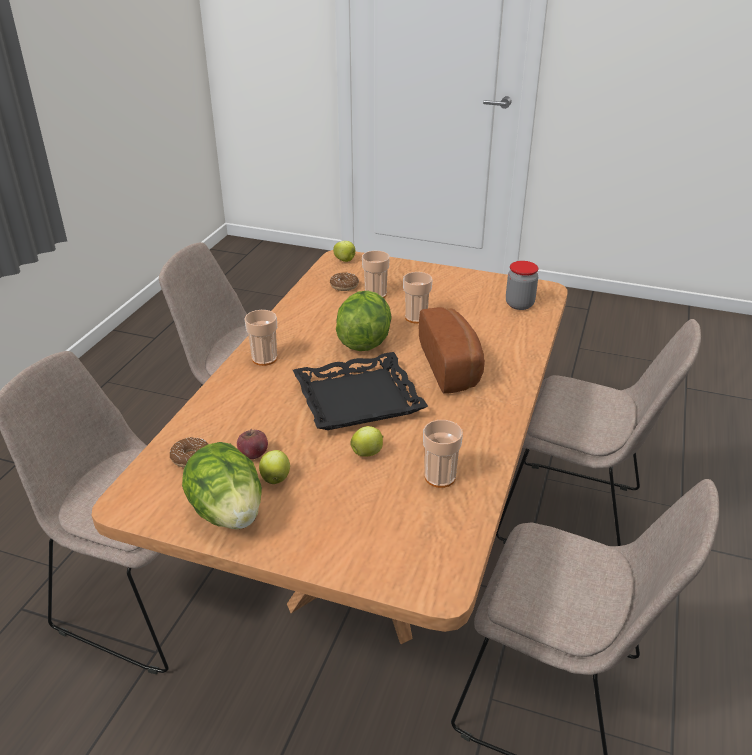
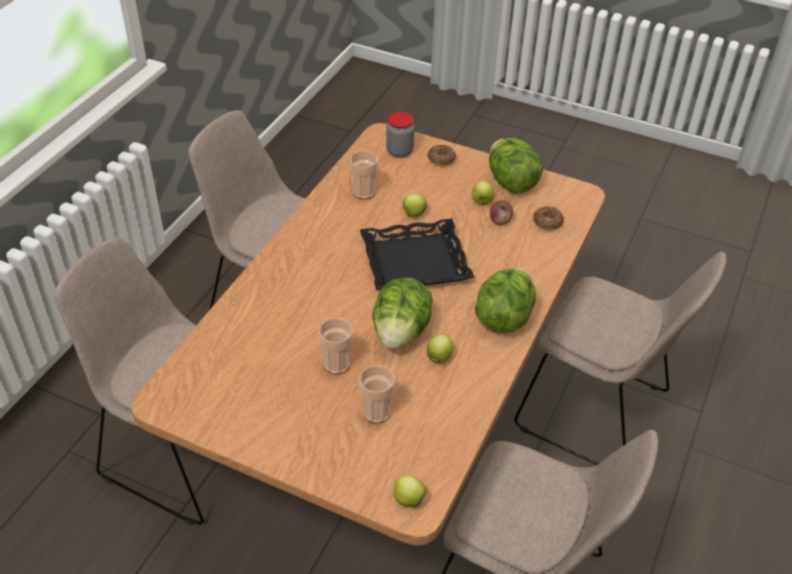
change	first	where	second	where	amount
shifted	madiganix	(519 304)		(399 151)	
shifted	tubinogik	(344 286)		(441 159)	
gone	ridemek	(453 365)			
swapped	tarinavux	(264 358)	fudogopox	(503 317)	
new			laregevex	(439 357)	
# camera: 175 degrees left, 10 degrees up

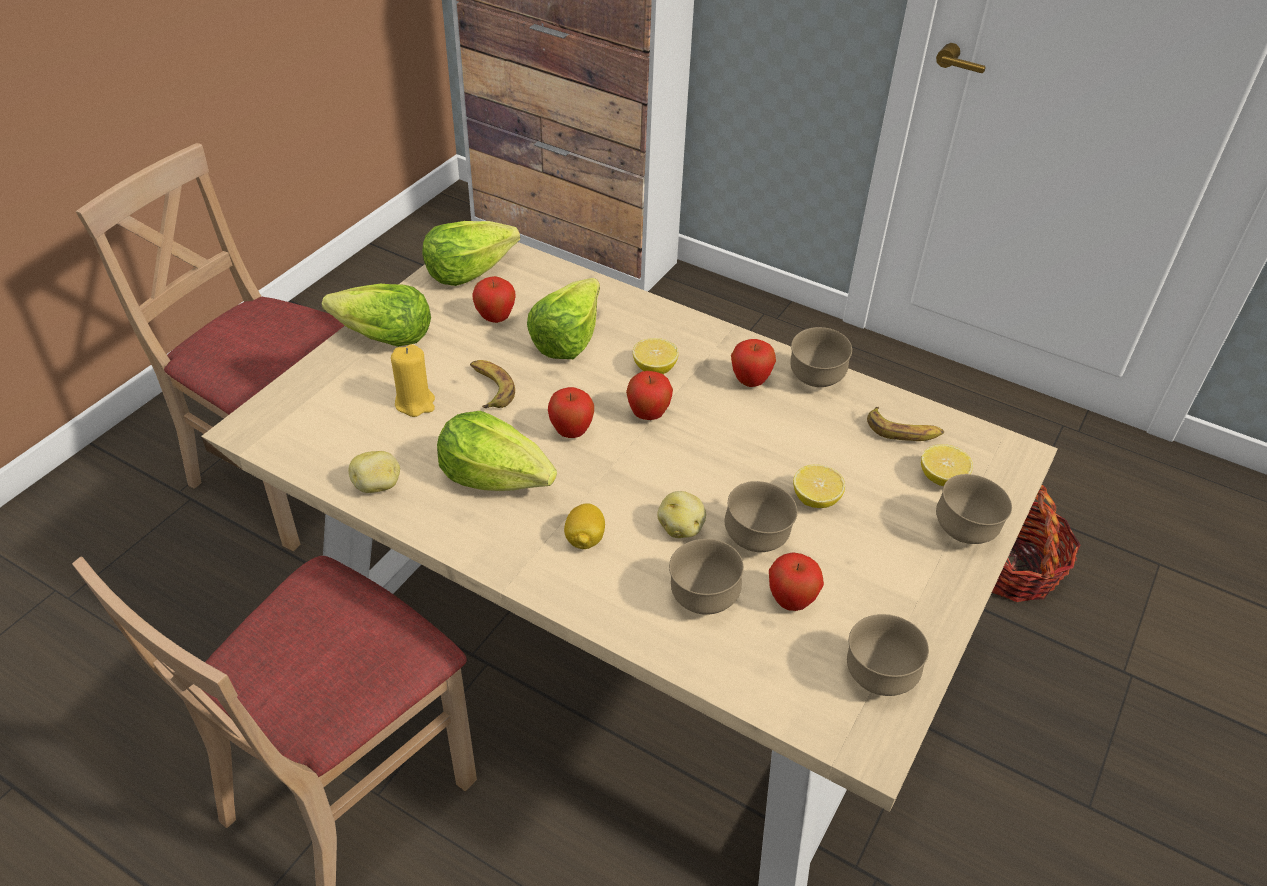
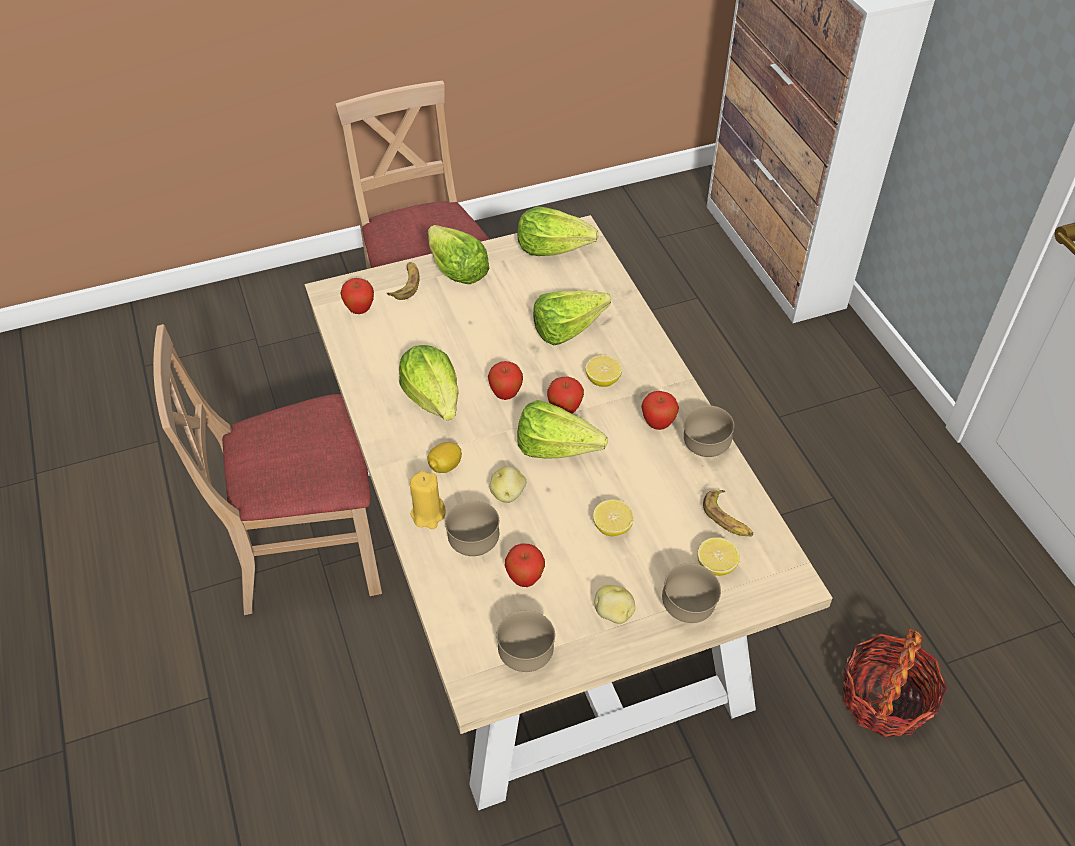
change	first	where	second	where	amount
shifted	laregevex	(495 319)		(360 310)	
shifted	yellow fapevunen	(415 403)		(428 514)	
shifted	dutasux	(489 388)		(406 284)	
shifted	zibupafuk	(378 486)		(613 613)	
gone	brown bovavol	(756 540)			
new			fudogopox	(562 452)	
# camera: 40 degrees right, 5 degrees up

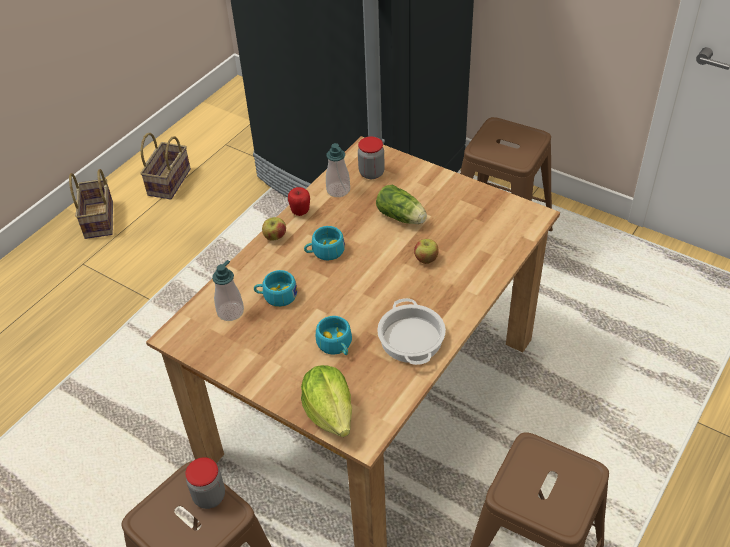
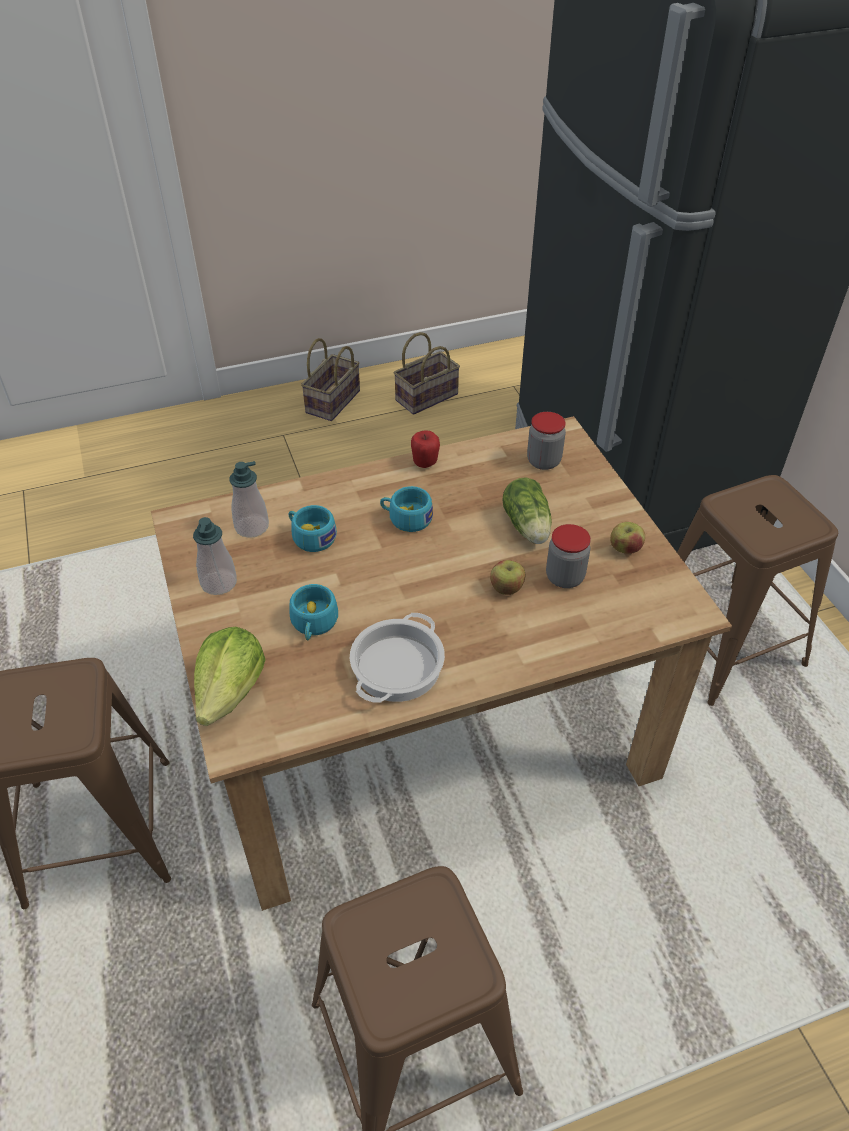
change	first	where	second	where	amount
shifted	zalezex	(338 190)		(219 583)	
shifted	laregevex	(275 237)		(625 549)	
shifted	madiganix	(209 496)		(564 577)	
# camera: 35 degrees right, 0 degrees up

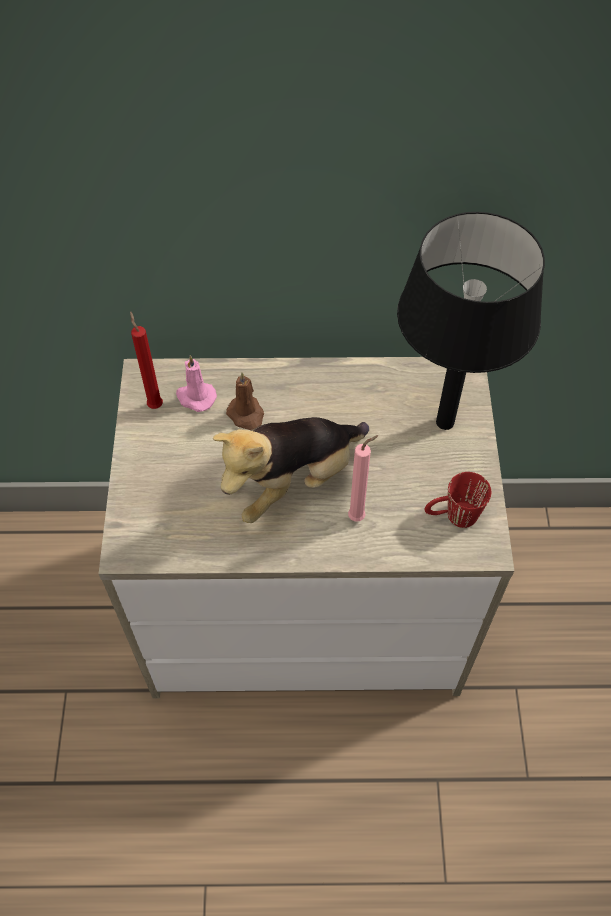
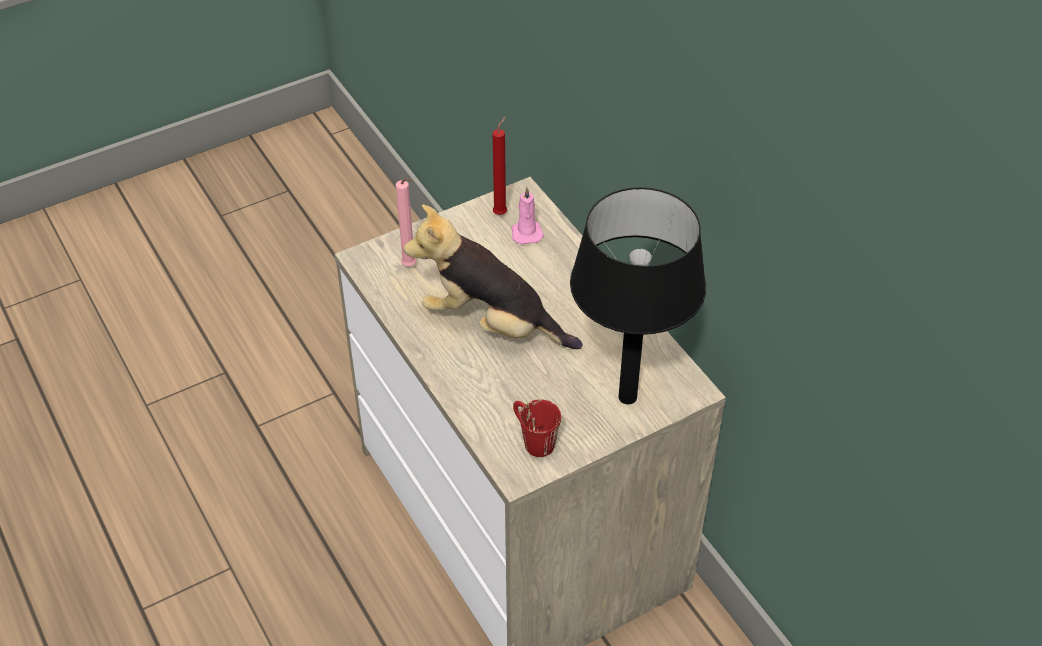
change	first	where	second	where	amount
gone	brown fapevunen	(246 415)			
shifted	pink fapevunen	(359 516)		(411 267)	
# camera: 60 degrees right, 10 degrees down

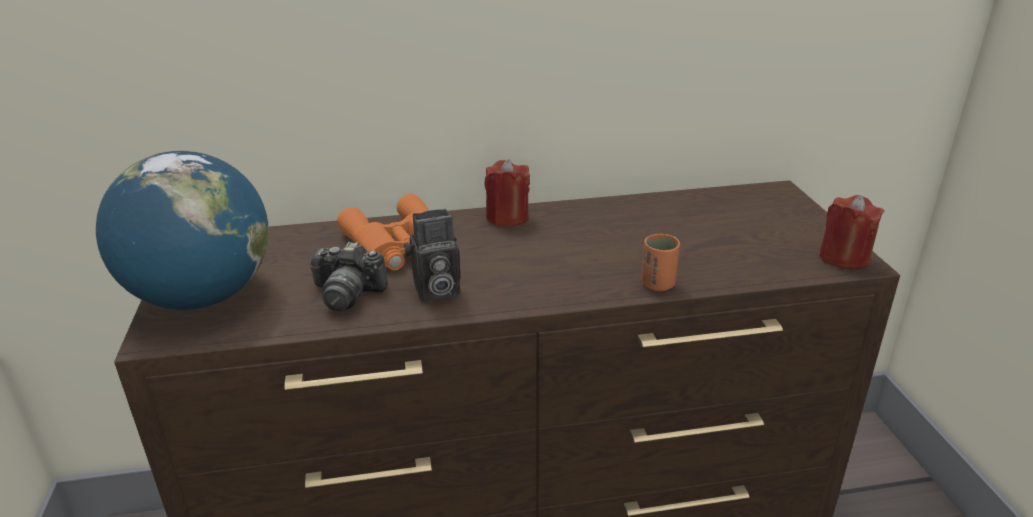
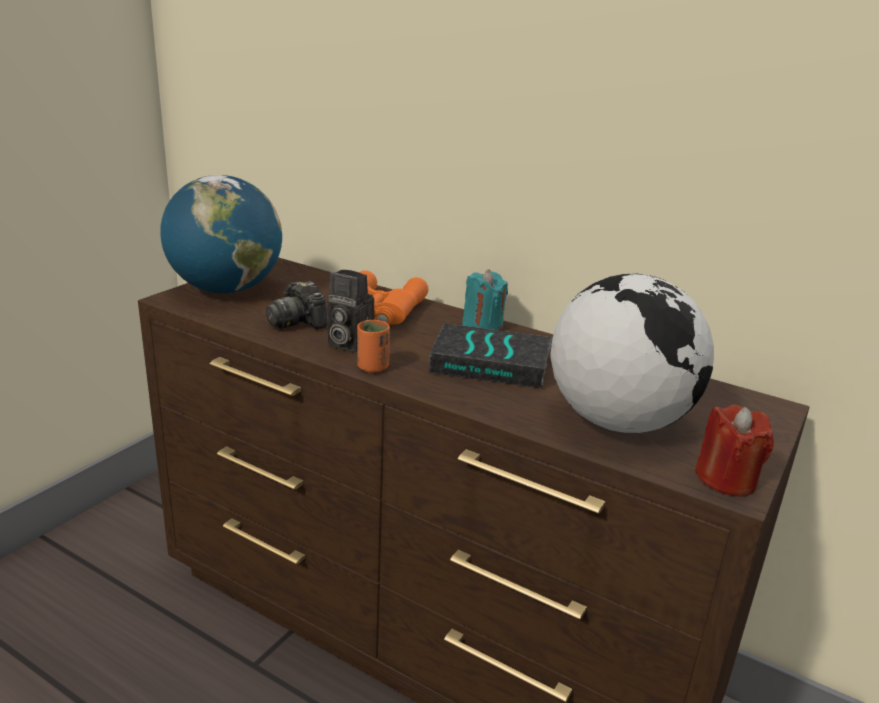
change	first	where	second	where	amount
repainted	red fapevunen	(507 217)	turquoise fapevunen	(482 326)	
shifted	orange tarinavux	(658 284)		(372 367)	
new			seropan	(618 422)	
new			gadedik	(492 363)	
# camera: 40 degrees right, 5 degrees down

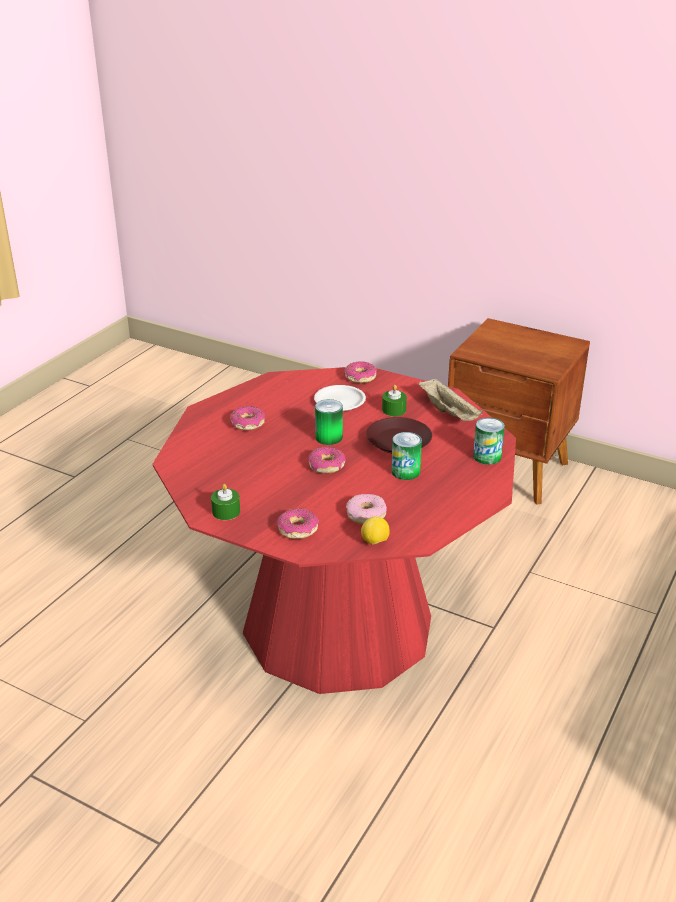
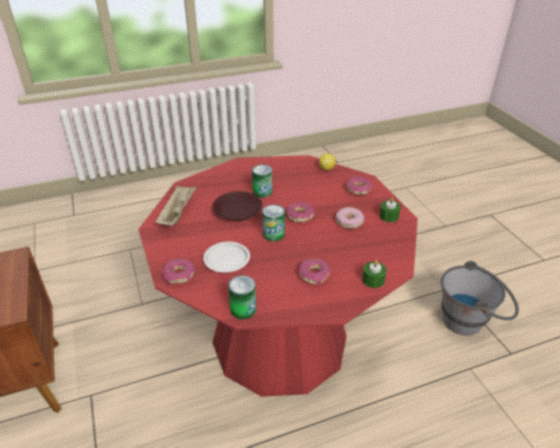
change	first	where	second	where	amount
shifted	green fapevunen	(394 410)		(373 280)	
shifted	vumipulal	(487 456)		(243 309)	
shifted	tubinogik	(366 514)		(349 221)	
new			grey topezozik	(470 321)	
# camera: 140 degrees left, 5 degrees up

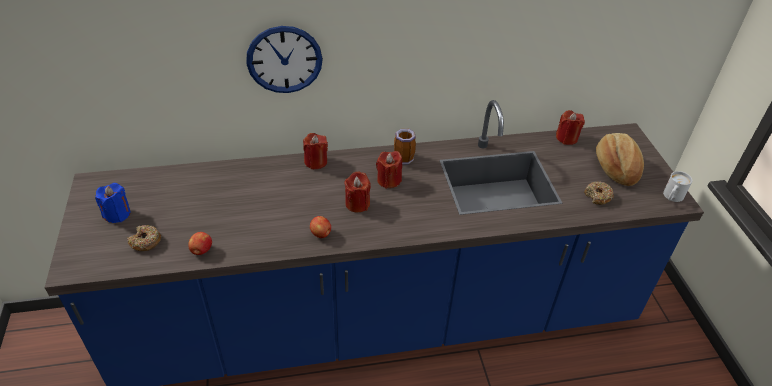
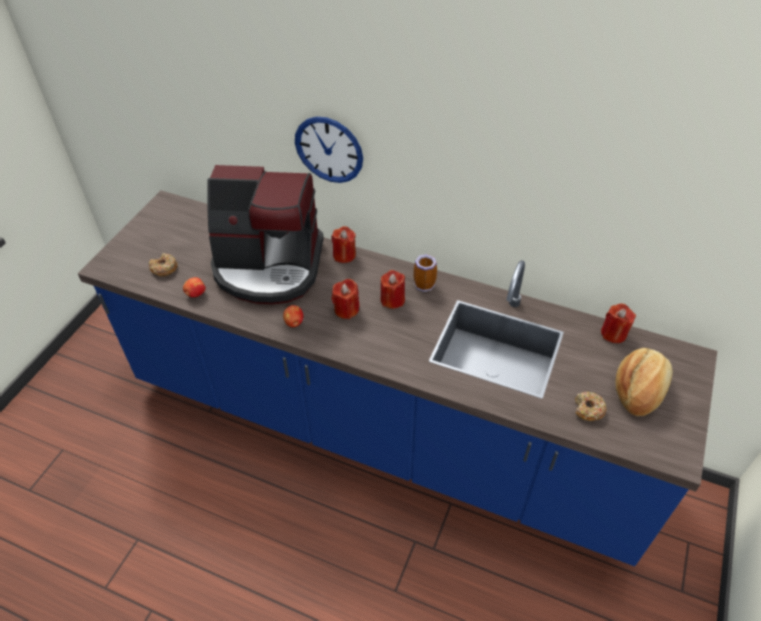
change	first	where	second	where	amount
gone	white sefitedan	(671 197)			
gone	blue fapevunen	(117 214)			
new			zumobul	(269 266)	
# camera: 35 degrees right, 5 degrees up

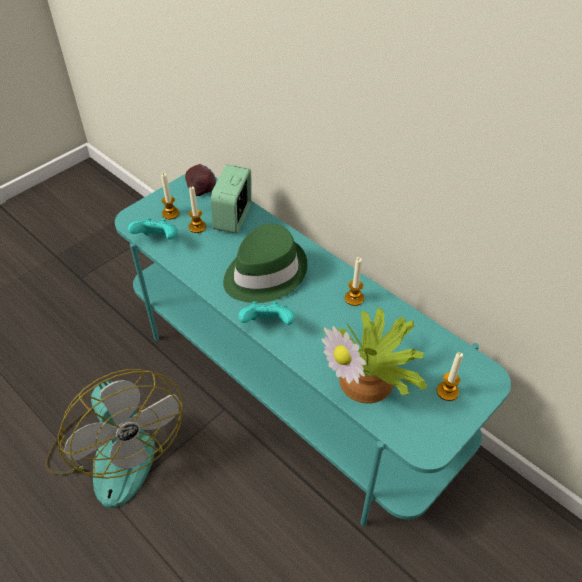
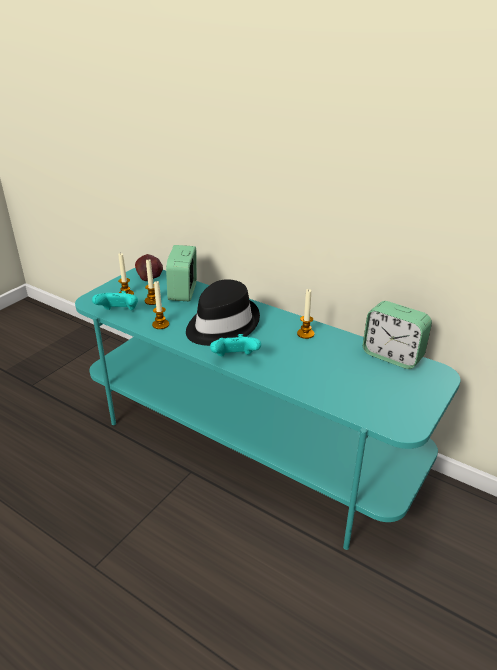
change	first	where	second	where	amount
repainted	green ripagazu	(264 273)	black ripagazu	(221 325)	
gone	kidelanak	(370 379)			
shifted	fapevunen	(447 391)		(160 324)	
gone	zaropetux	(116 449)			
new			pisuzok	(392 356)	
# camera: 10 degrees left, 15 degrees down

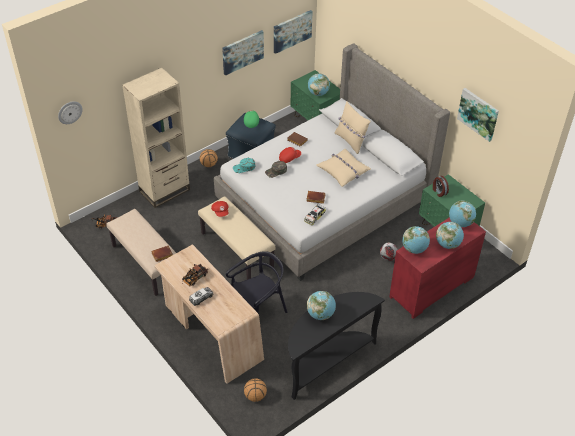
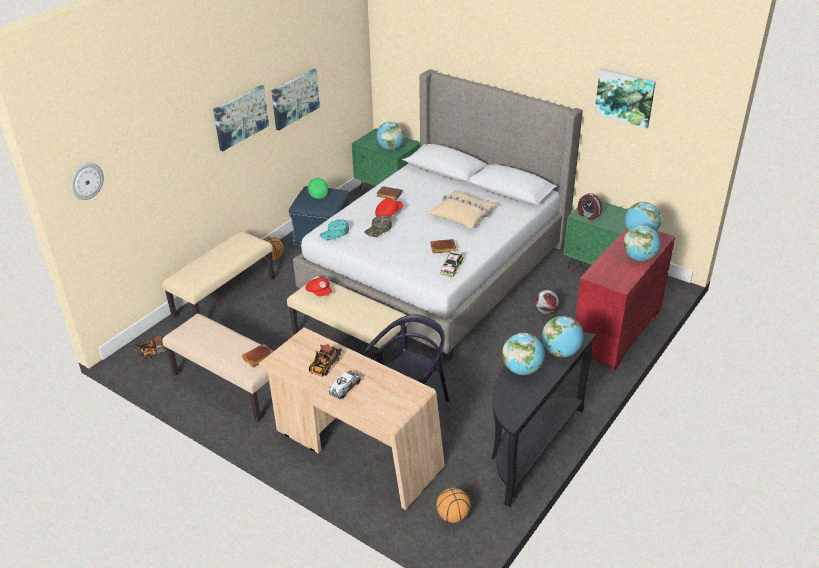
change	first	where	second	where	amount
shifted	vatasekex	(292 31)		(240 117)	
swapped	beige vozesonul	(164 190)	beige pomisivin	(224 297)	
gone	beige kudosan	(351 141)			
shifted	seropan	(414 249)		(561 352)	
# camera: 15 degrees left, 10 degrees down

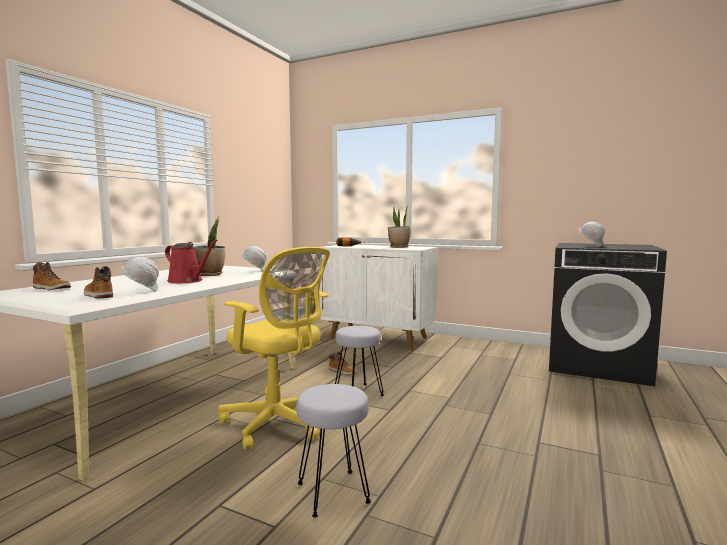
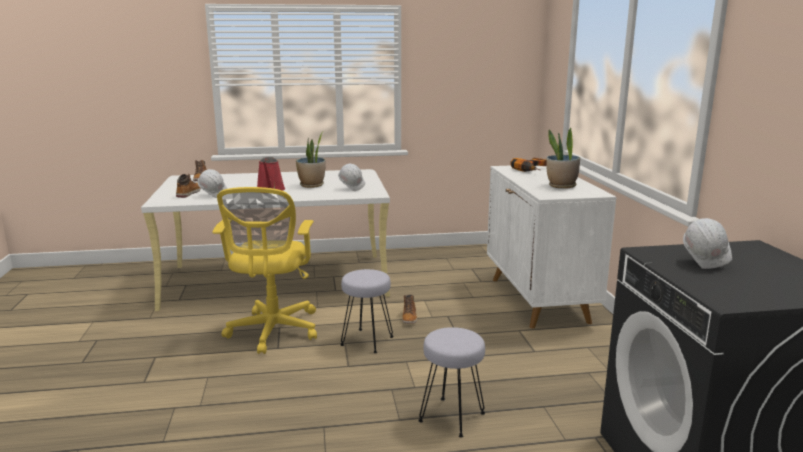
change	first	where	second	where	amount
shifted	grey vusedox	(333 492)		(452 416)	
# camera: 55 degrees right, 10 degrees up

